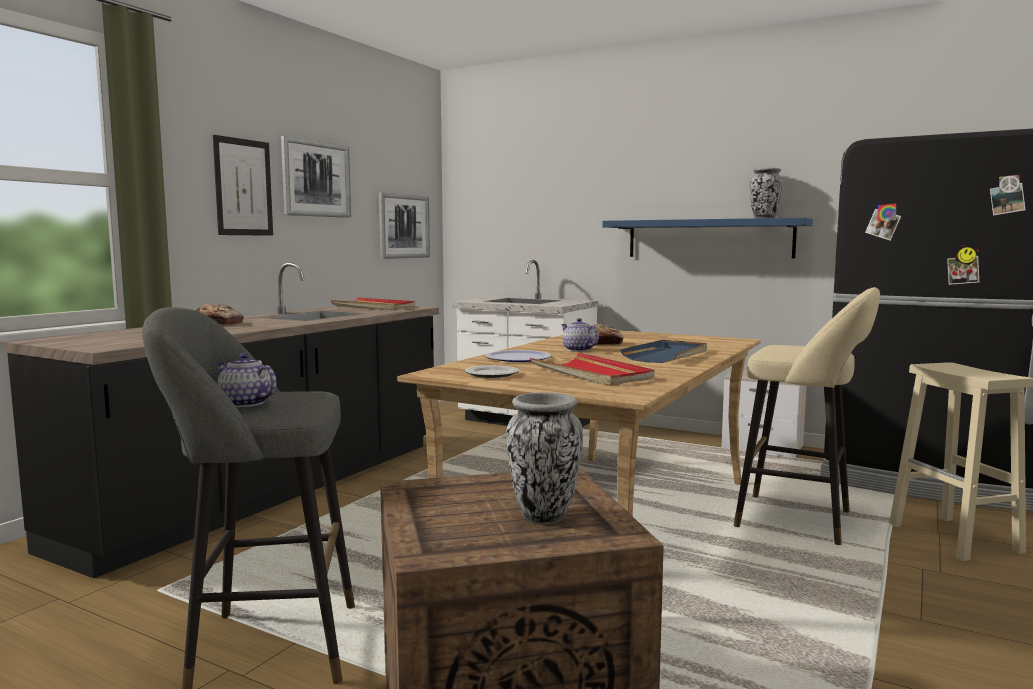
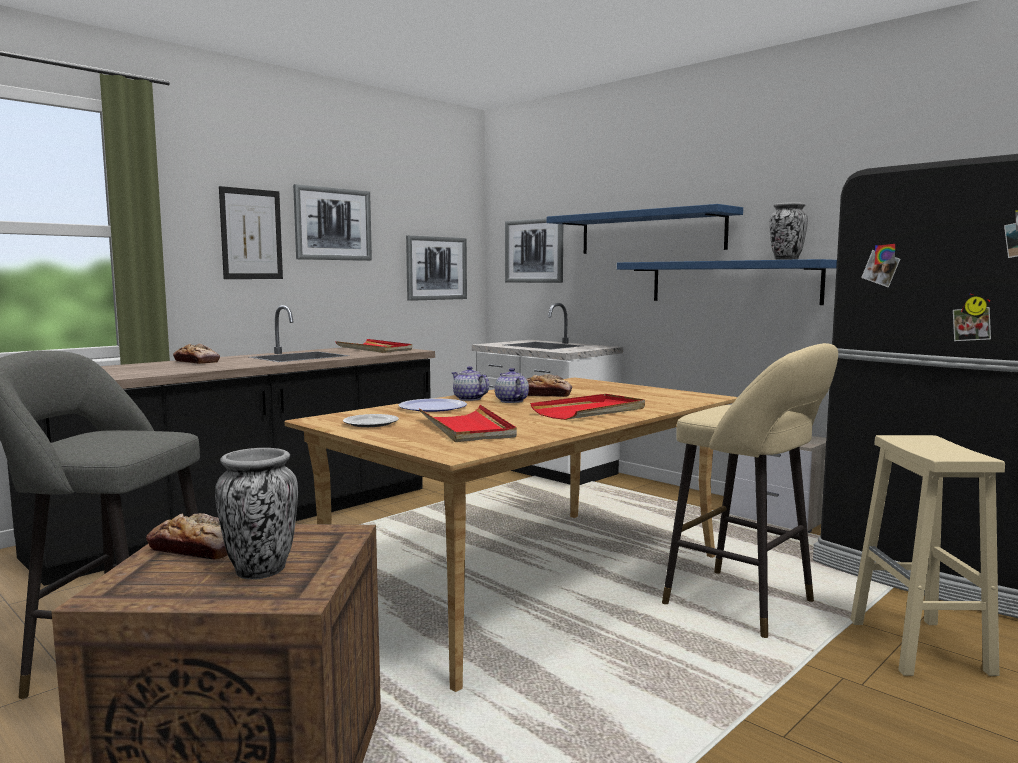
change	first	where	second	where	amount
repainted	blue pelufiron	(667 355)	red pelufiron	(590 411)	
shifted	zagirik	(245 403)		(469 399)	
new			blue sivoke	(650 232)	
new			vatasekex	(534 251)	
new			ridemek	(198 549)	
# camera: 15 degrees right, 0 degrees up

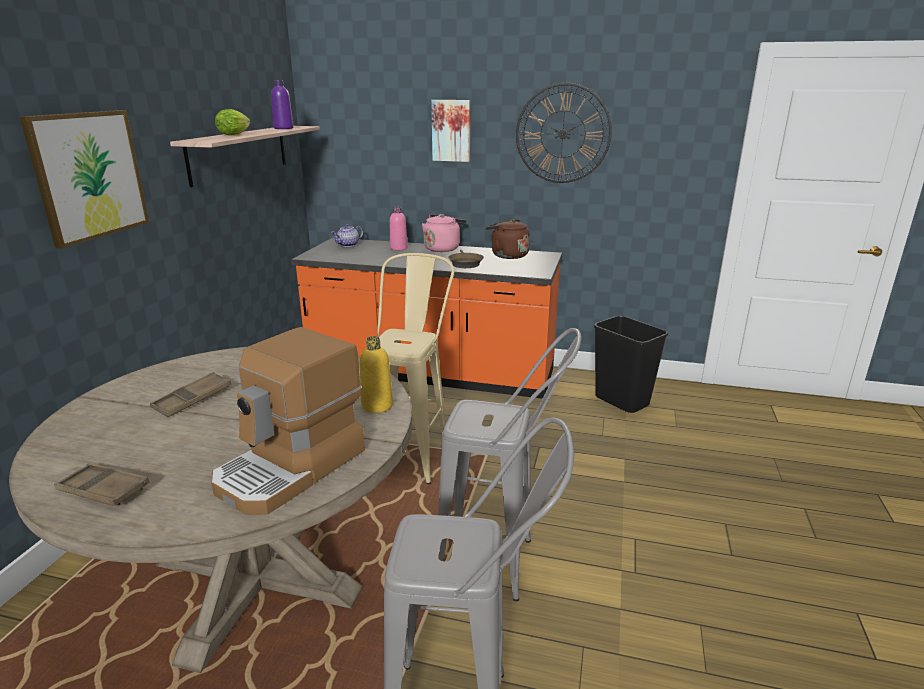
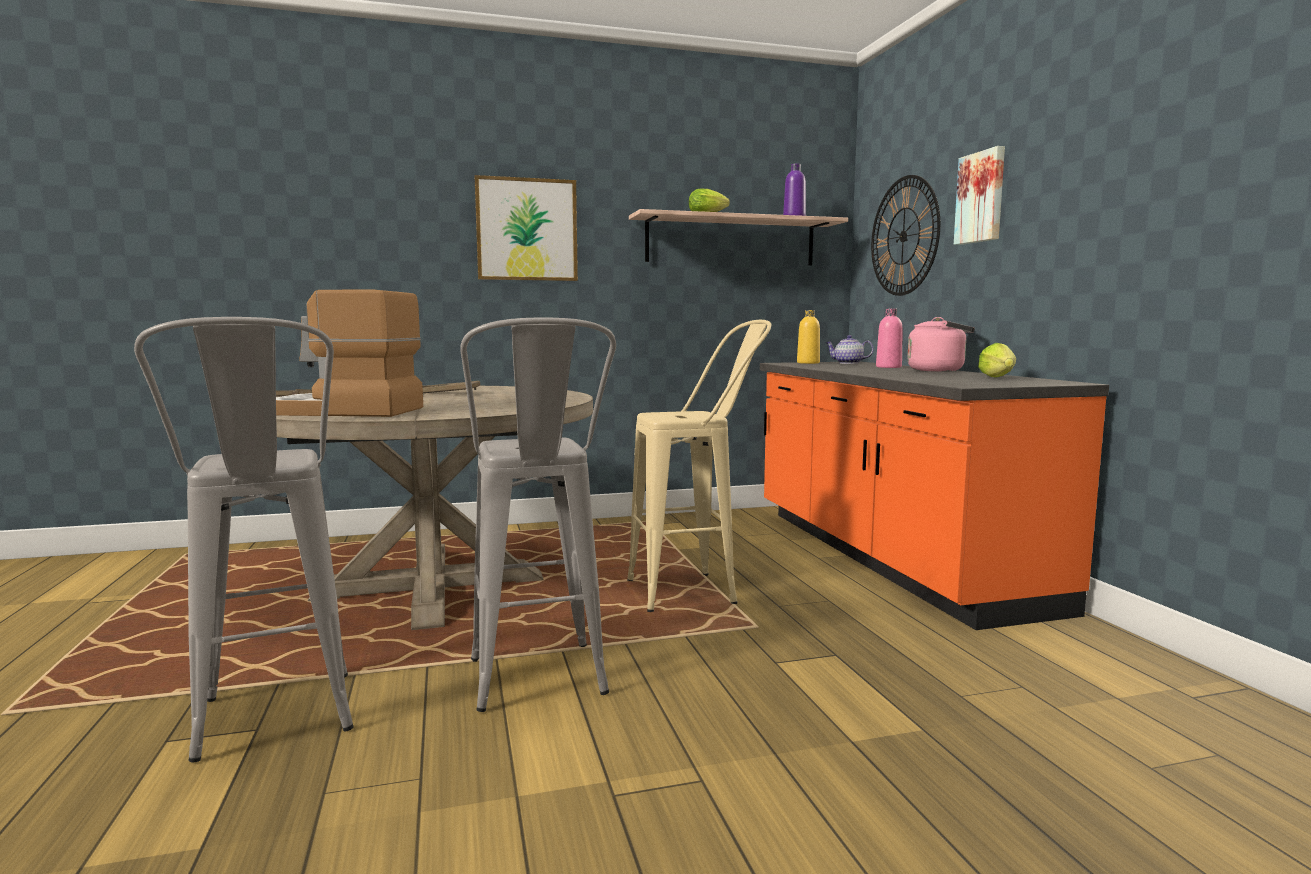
change	first	where	second	where	amount
shifted	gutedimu	(562 134)		(903 236)	
swapped	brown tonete	(507 255)	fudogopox	(998 378)	
gone	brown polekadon	(465 263)			
gone	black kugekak	(622 401)			
shifted	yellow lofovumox	(377 406)		(808 363)	
# camera: 60 degrees right, 15 degrees down

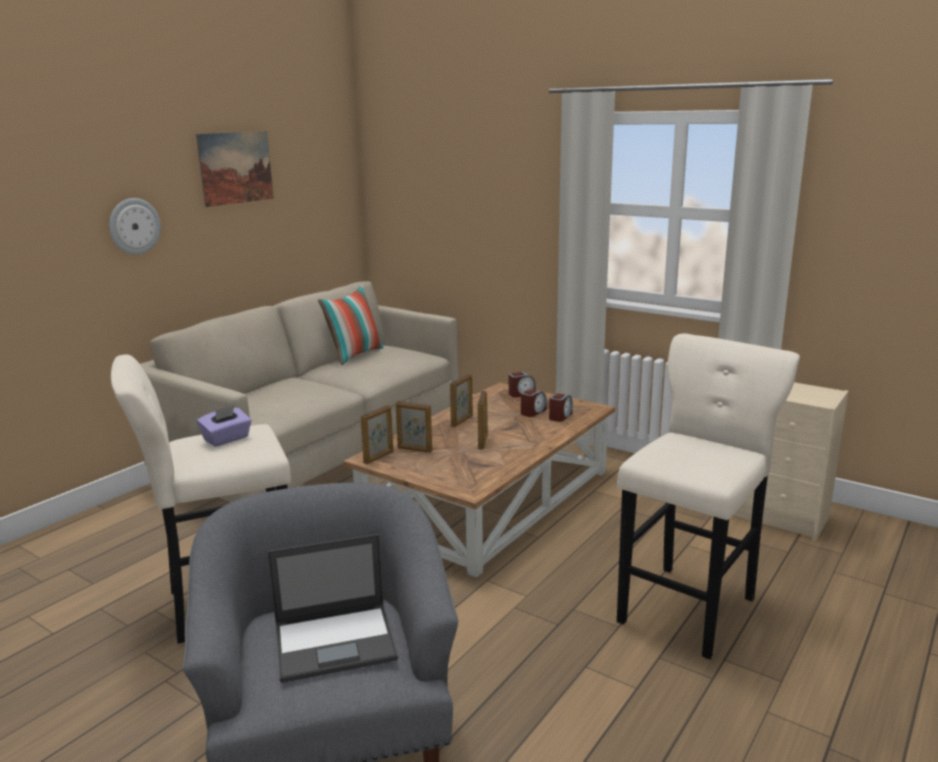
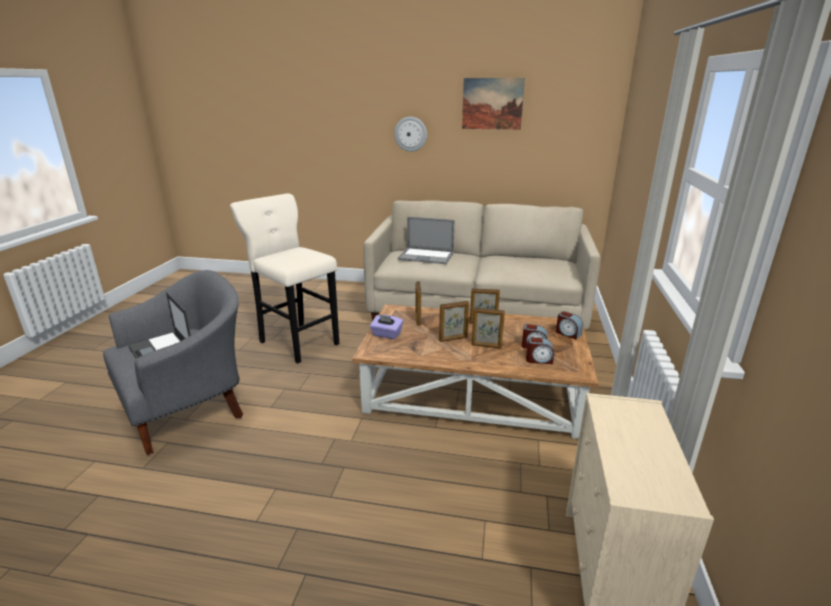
change	first	where	second	where	amount
gone	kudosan	(354 355)			
gone	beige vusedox	(690 606)			
shifted	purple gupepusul	(227 439)		(386 335)	
shifted	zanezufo	(379 457)		(486 346)	
new			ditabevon	(426 256)	
# camera: 65 degrees right, 5 degrees up

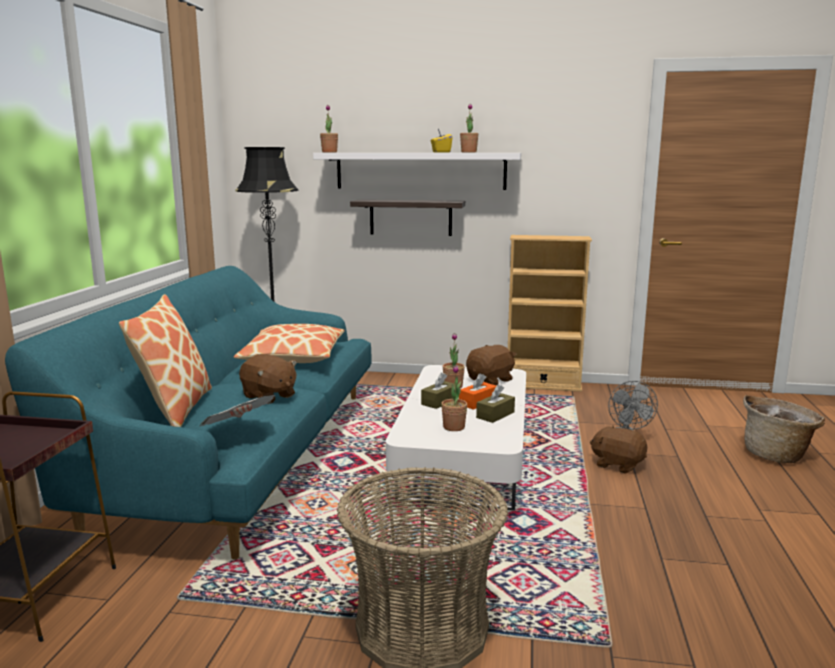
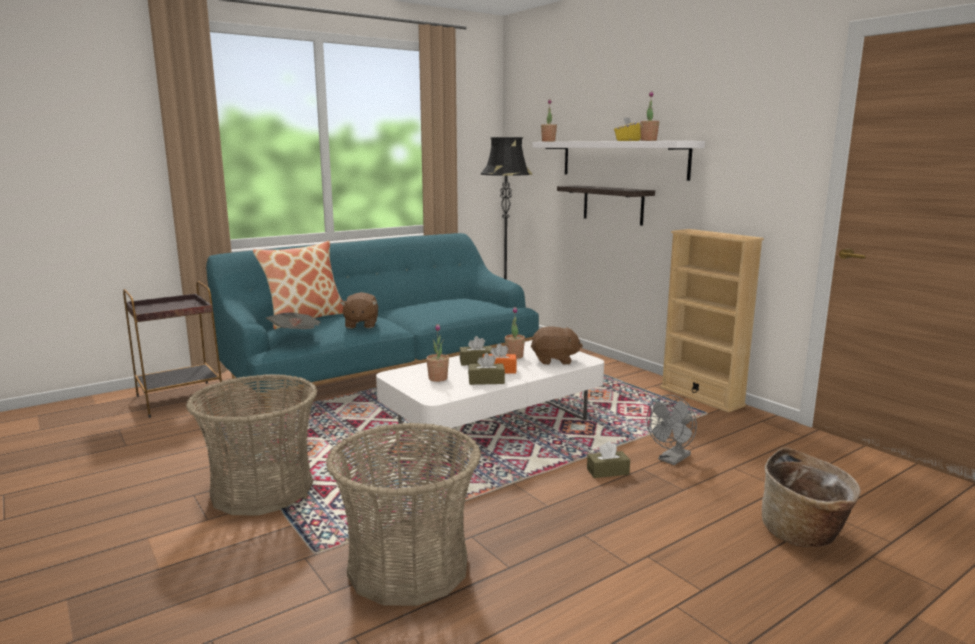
change	first	where	second	where	amount
gone	kudosan	(293 357)			
swapped	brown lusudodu	(618 464)	brown gupepusul	(607 471)	
new			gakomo	(408 567)	
# camera: 45 degrees right, 0 degrees up

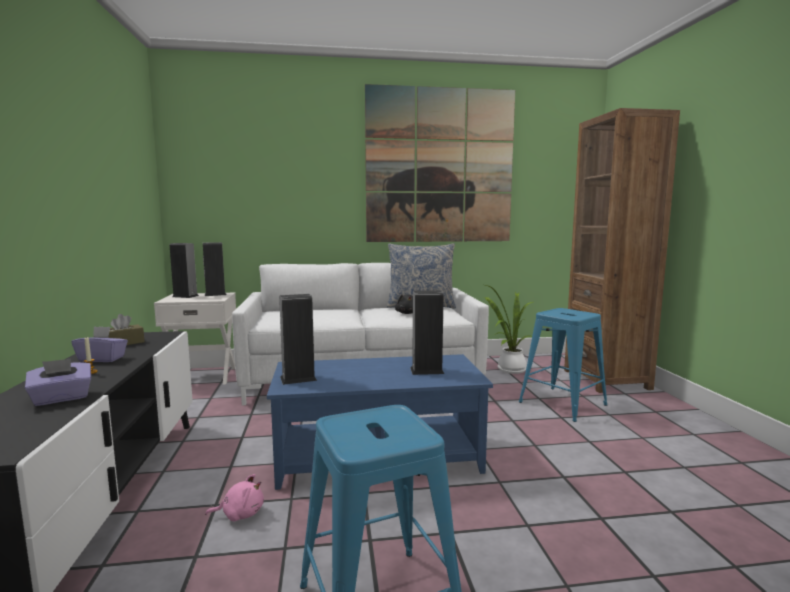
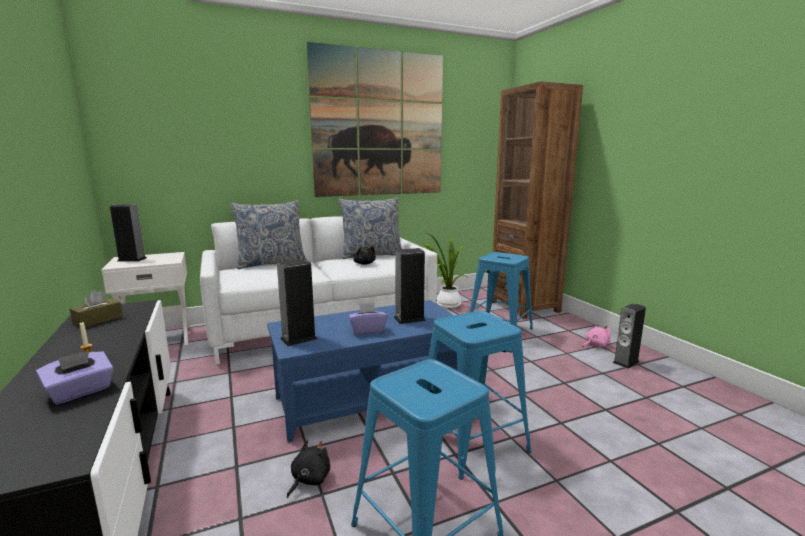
change	first	where	second	where	amount
shifted	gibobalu	(215 294)		(626 362)	
shifted	purple gupepusul	(102 359)		(367 330)	
shifted	pink lusudodu	(240 514)		(595 345)	
new			kudosan	(271 263)	
new			blue vusedox	(471 439)	
new			black lusudodu	(309 479)	
# camera: 15 degrees left, 5 degrees up

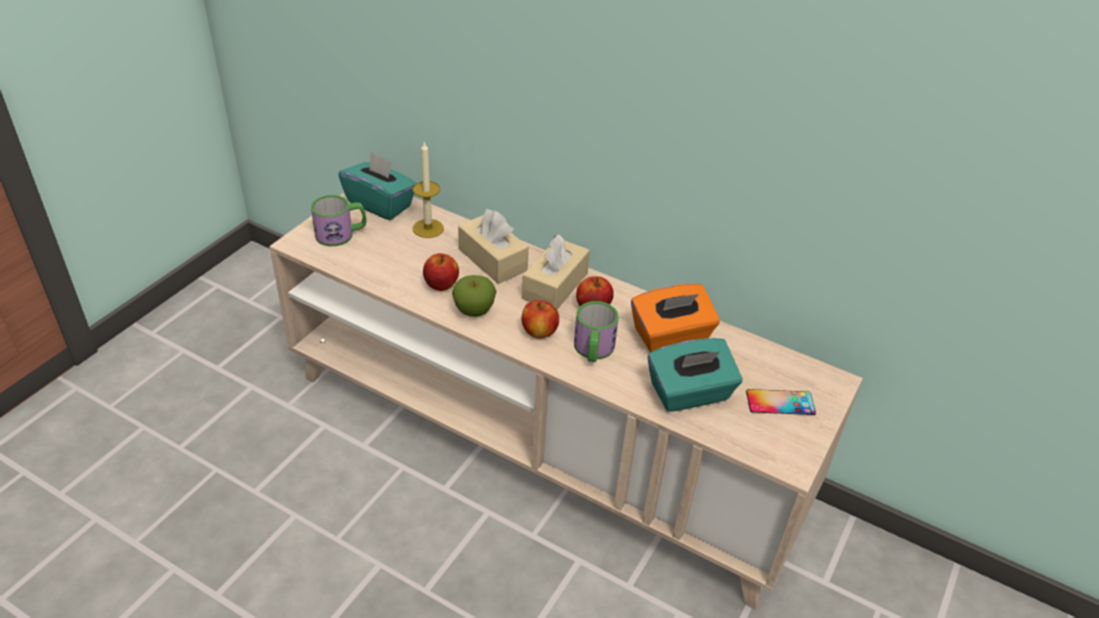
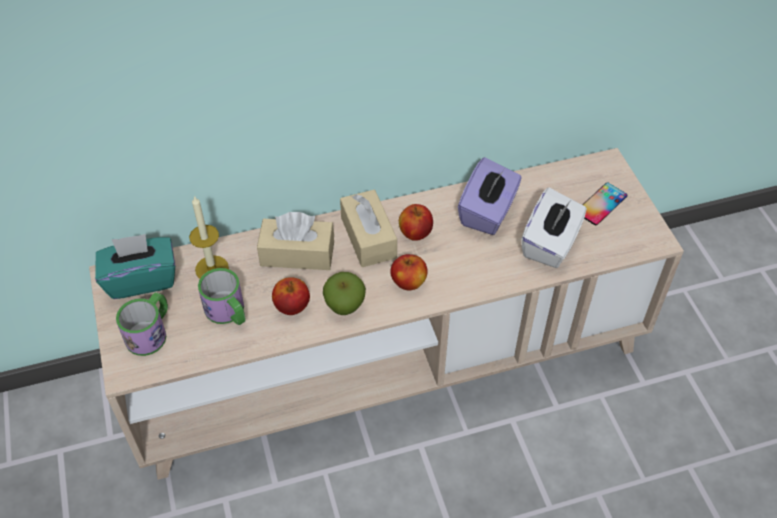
change	first	where	second	where	amount
repainted	orange gupepusul	(671 336)	purple gupepusul	(488 212)	
shifted	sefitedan	(593 350)		(228 312)	
repainted	turquoise gupepusul	(690 394)	white gupepusul	(550 243)	
# camera: 45 degrees left, 10 degrees up

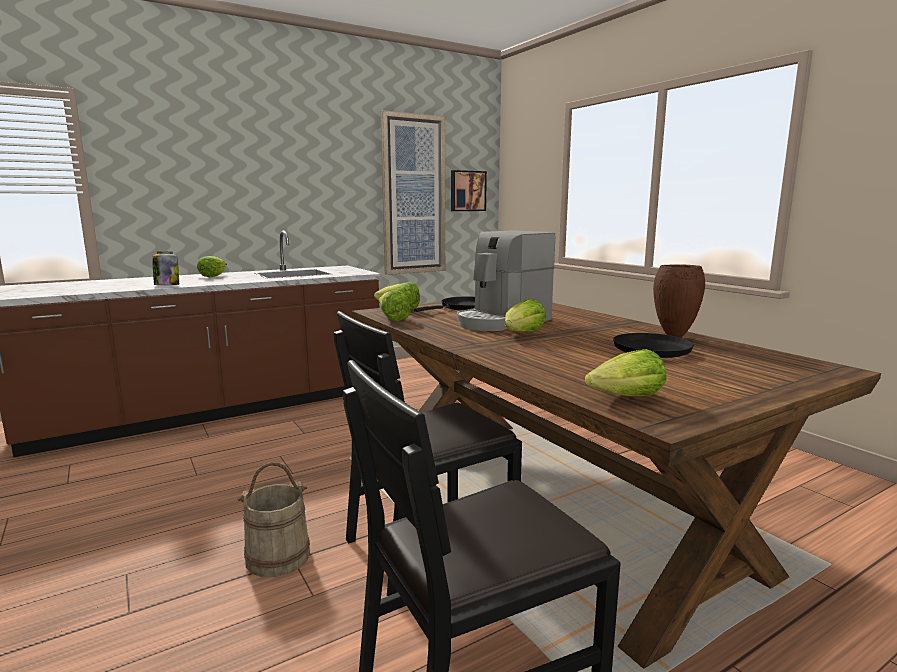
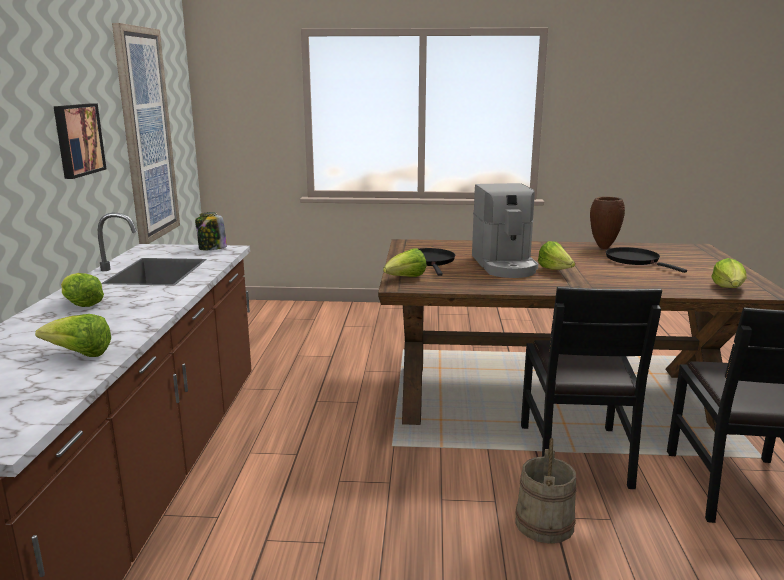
change	first	where	second	where	amount
shifted	vatasekex	(467 191)		(77 139)	
shifted	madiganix	(166 285)		(212 249)	
shifted	fudogopox	(392 318)		(80 354)	
# camera: 55 degrees left, 5 degrees up

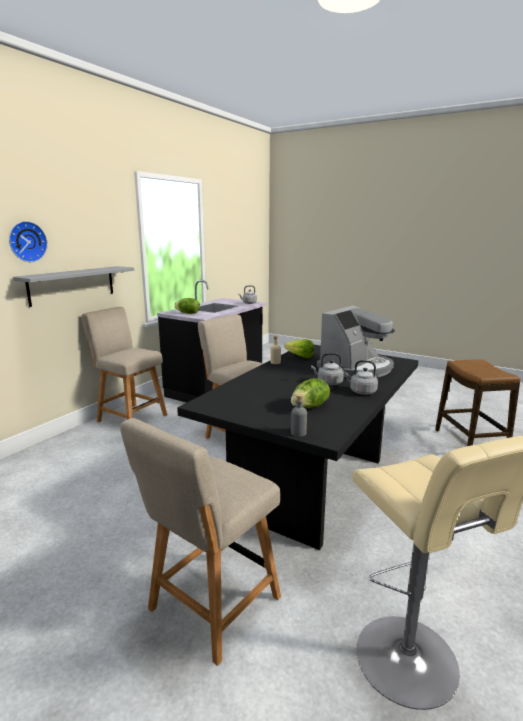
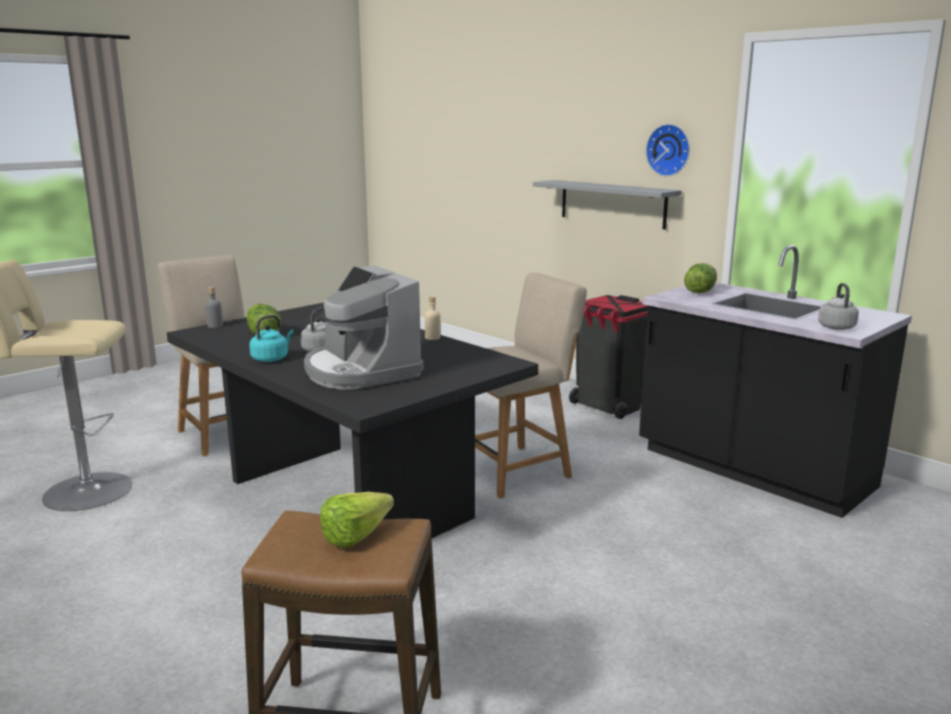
change	first	where	second	where	amount
shifted	gutedimu	(26 241)		(669 150)	
swapped	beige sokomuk	(130 417)	black kugekak	(607 407)	
shifted	fudogopox	(298 356)		(362 535)	
repainted	grey tonete	(361 392)	turquoise tonete	(271 358)	
# camera: 105 degrees right, 0 degrees up

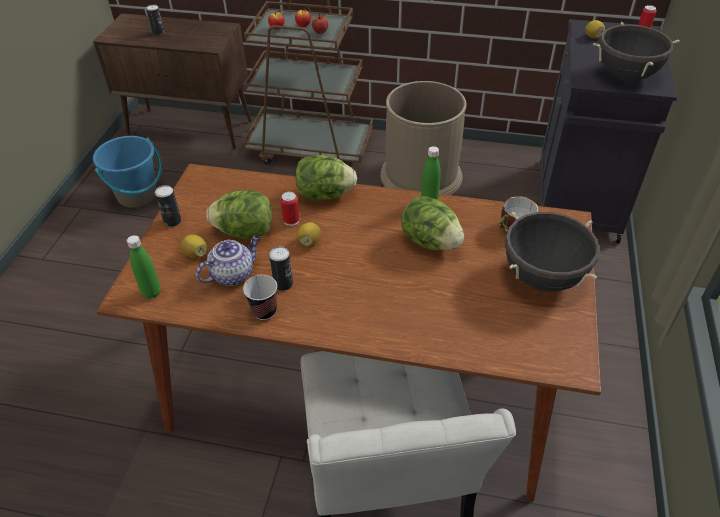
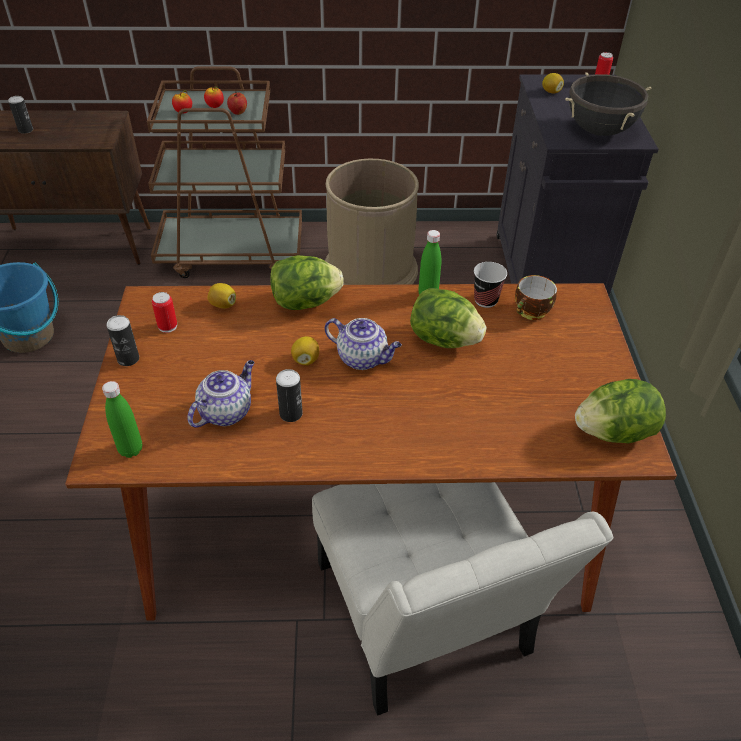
change	first	where	second	where	amount
shifted	fudogopox	(245 231)		(614 432)	
shifted	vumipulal	(291 220)		(167 326)	
gone	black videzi	(543 277)			
shifted	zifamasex	(196 254)		(223 305)	
shifted	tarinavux	(264 311)		(485 300)	
new			zagirik	(363 358)	
# camera: 15 degrees left, 0 degrees up

